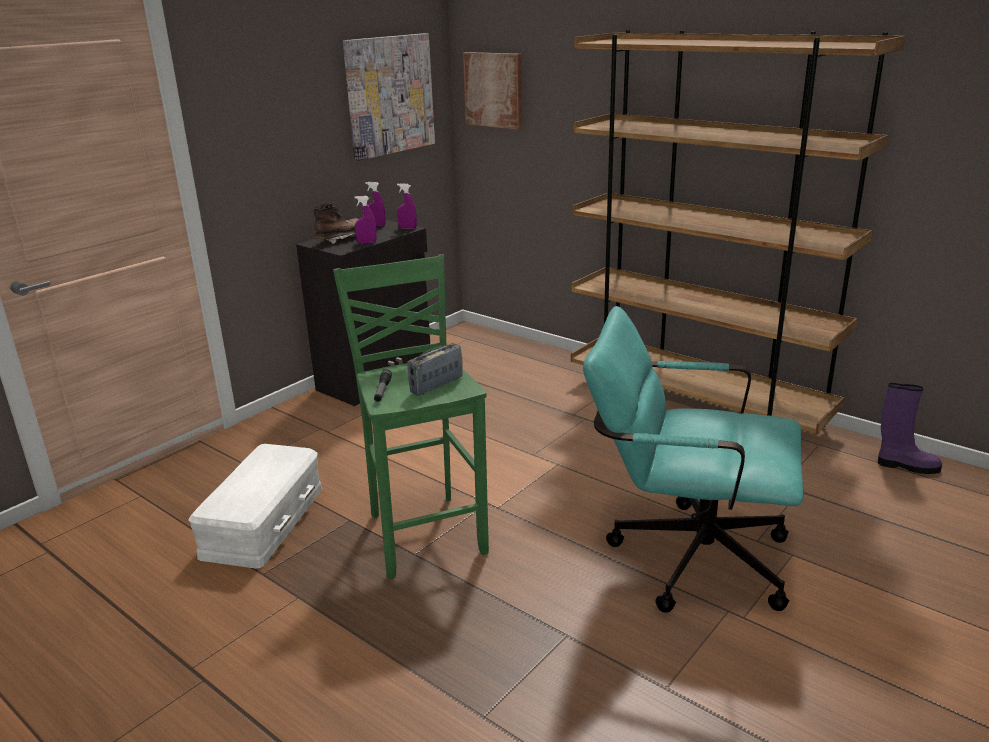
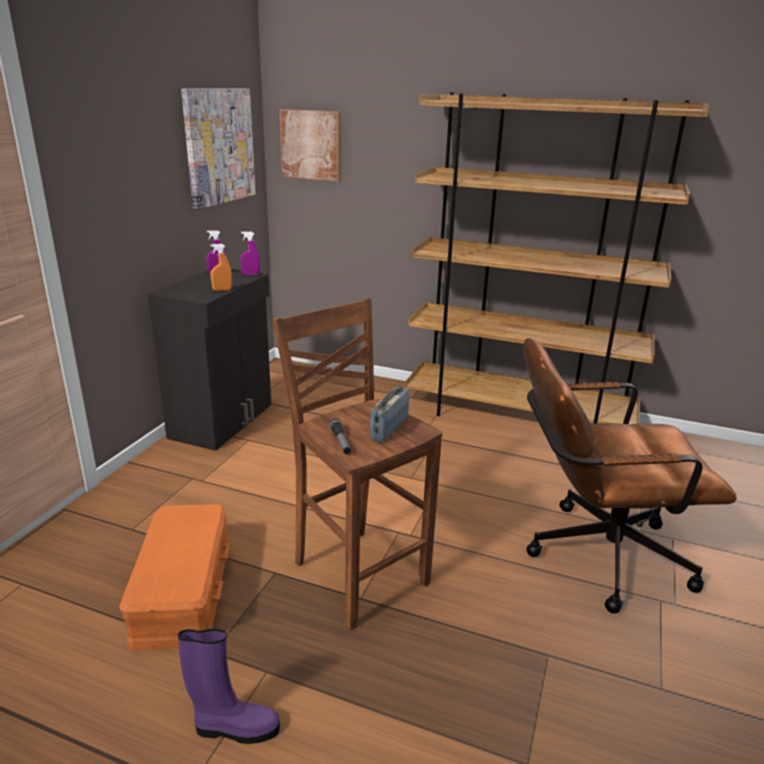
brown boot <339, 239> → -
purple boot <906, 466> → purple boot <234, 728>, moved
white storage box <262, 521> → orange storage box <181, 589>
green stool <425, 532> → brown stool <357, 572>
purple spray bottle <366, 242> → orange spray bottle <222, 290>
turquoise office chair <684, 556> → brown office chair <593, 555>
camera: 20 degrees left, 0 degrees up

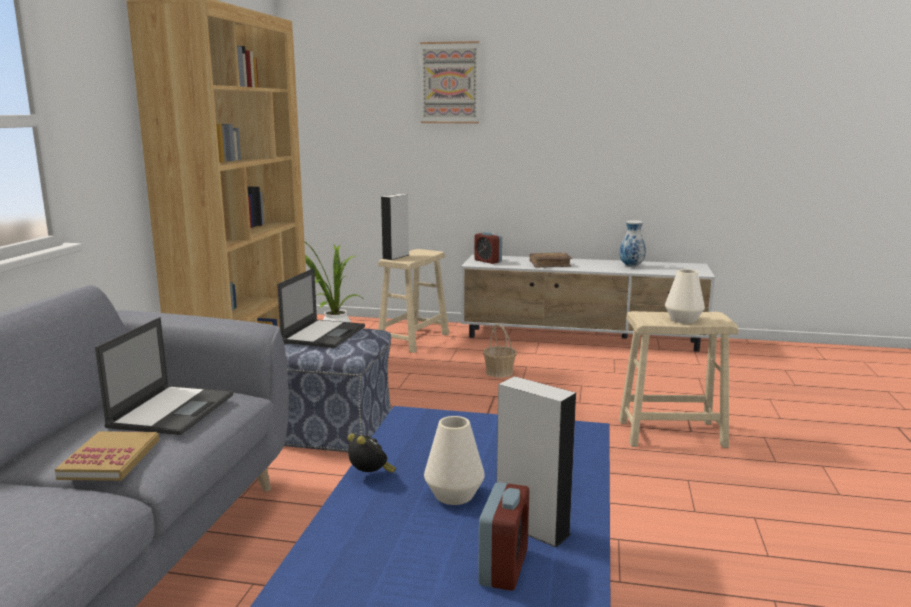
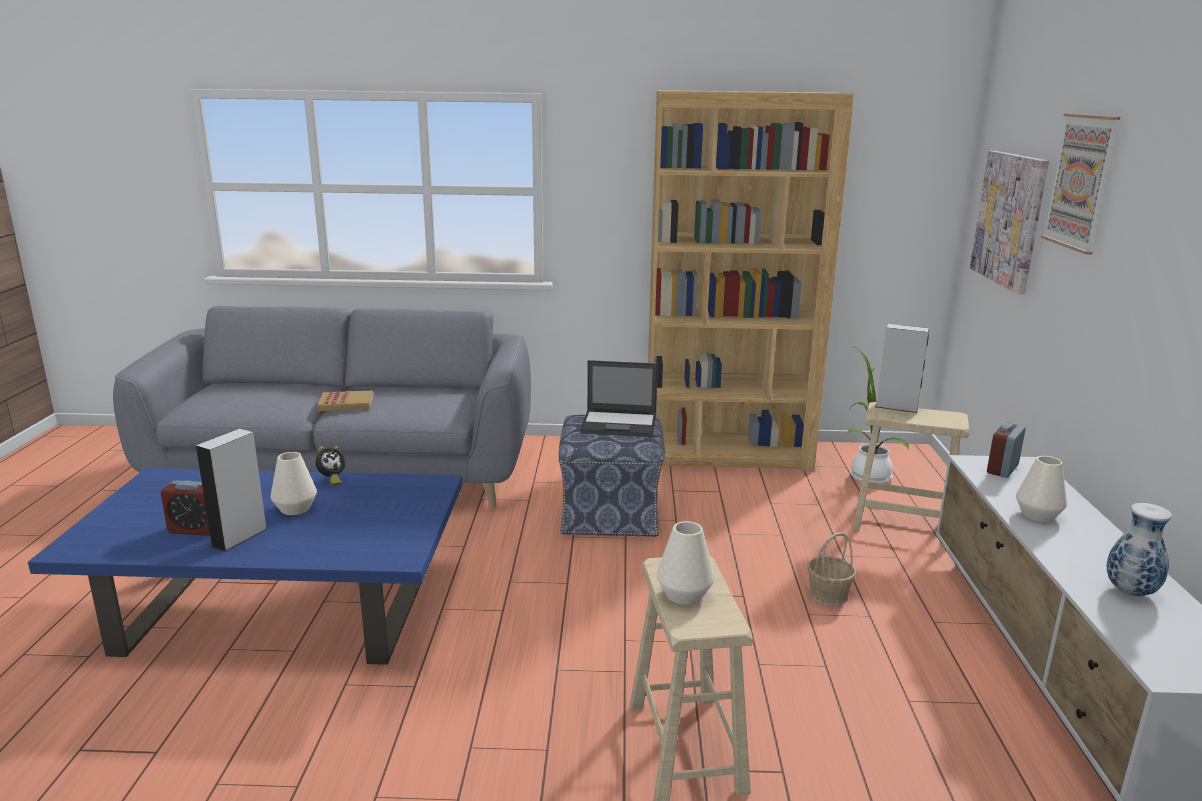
laptop <172, 410> → -
- → picture <1009, 219>
brown book <550, 265> → white vase <1037, 515>
camera: 80 degrees right, 5 degrees up

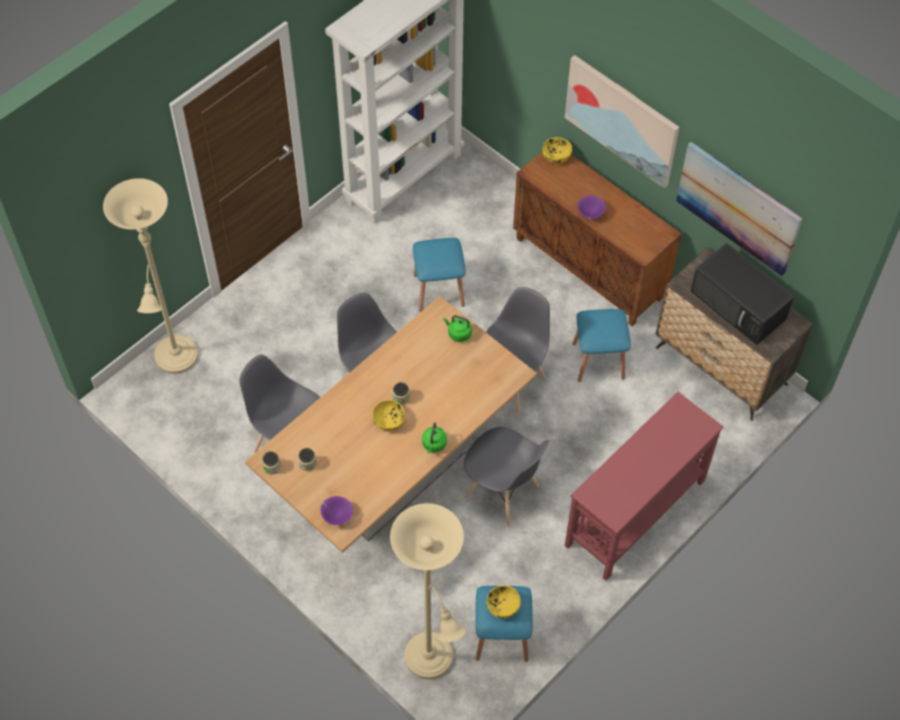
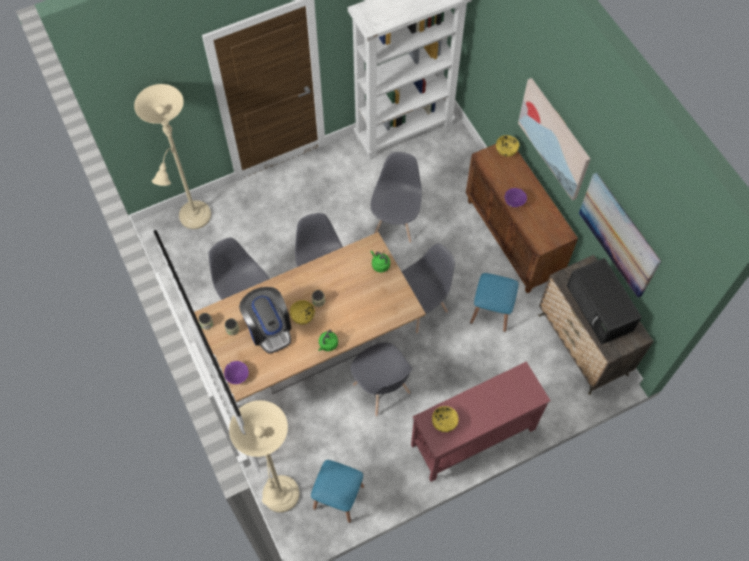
- → coffee machine <269, 328>
yellow bowl <503, 606> → yellow bowl <444, 422>, moved
blue stool <439, 290> → grey chair <396, 223>
camera: 20 degrees right, 5 degrees up

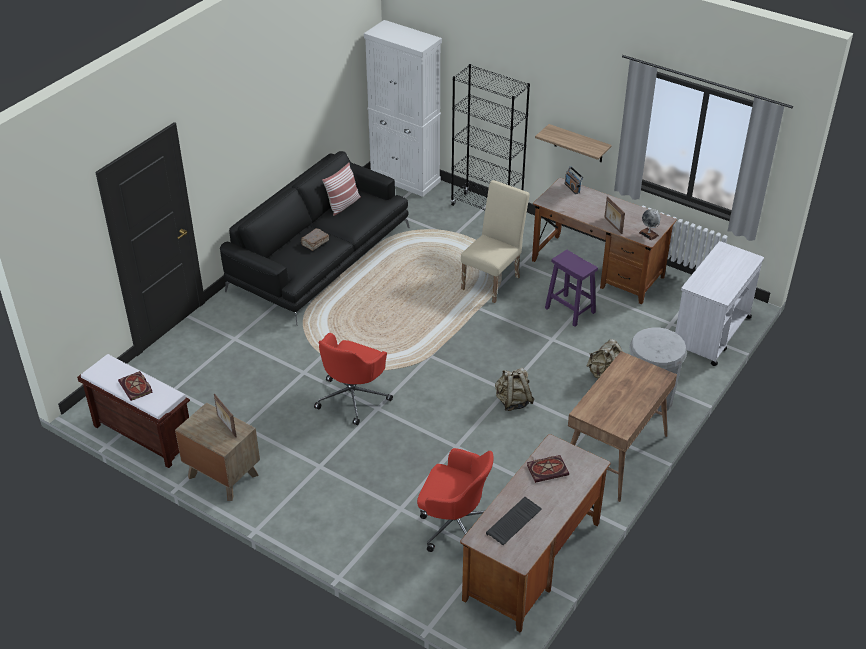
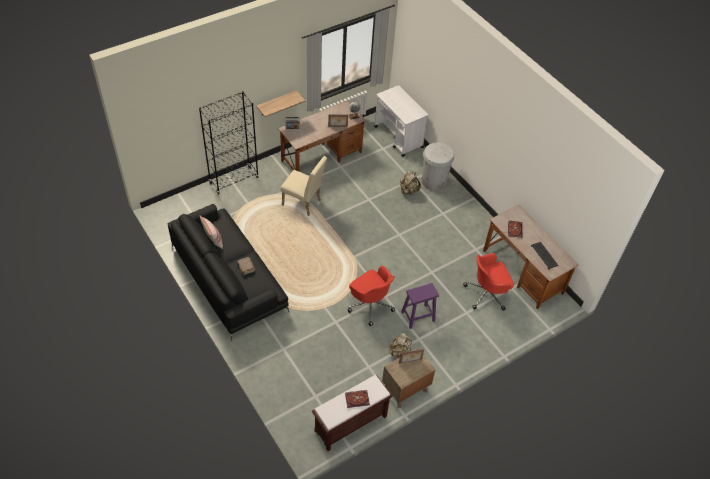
white cabinet <405, 179> → -
brown desk <614, 455> → -
beige backpack <513, 401> → beige backpack <400, 353>, moved
purple stool <569, 310> → purple stool <417, 316>, moved
red office chair <454, 525> → red office chair <487, 294>, 150 degrees counterclockwise
beige chair <493, 280> → beige chair <304, 204>, 150 degrees clockwise
camera: 70 degrees left, 10 degrees up

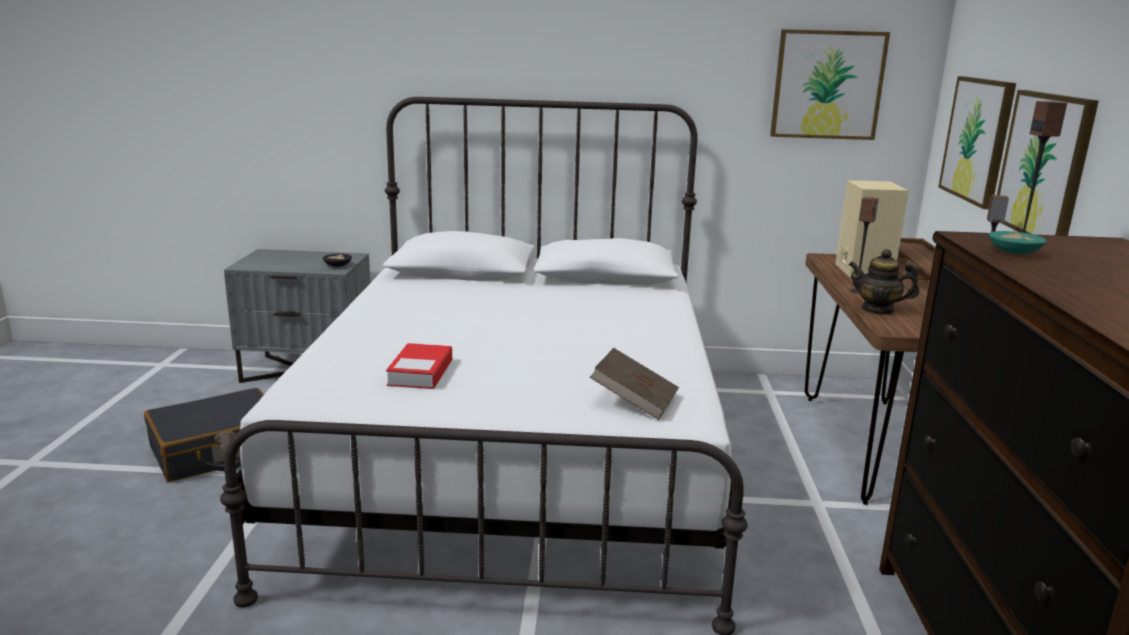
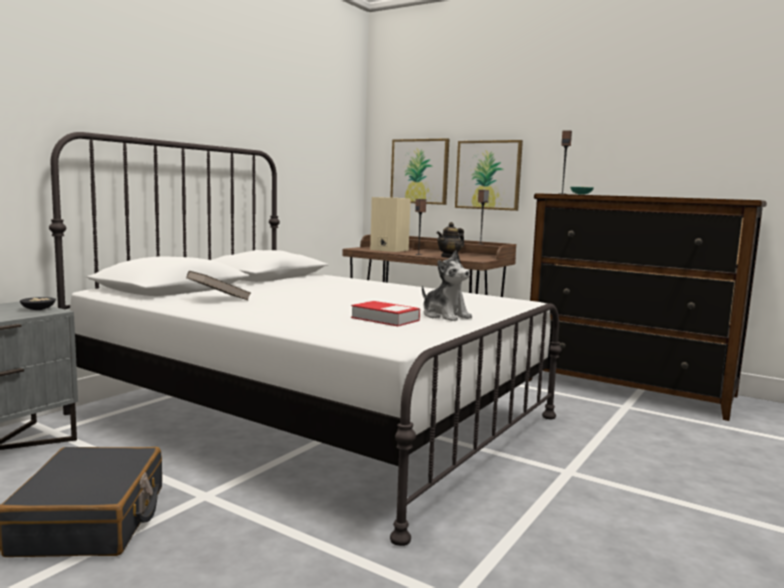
picture <827, 85> → -
- → plush toy <445, 316>
brown book <634, 402> → brown book <218, 299>, moved
camera: 60 degrees left, 10 degrees down

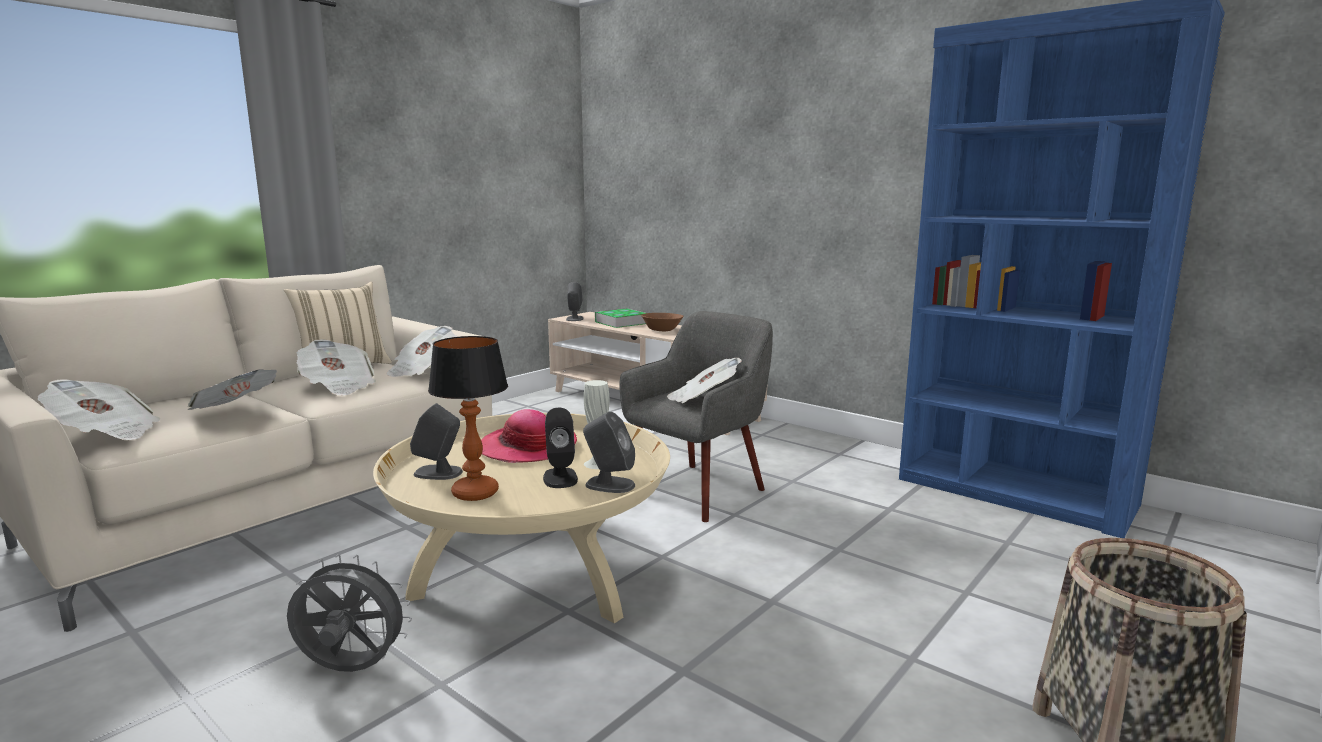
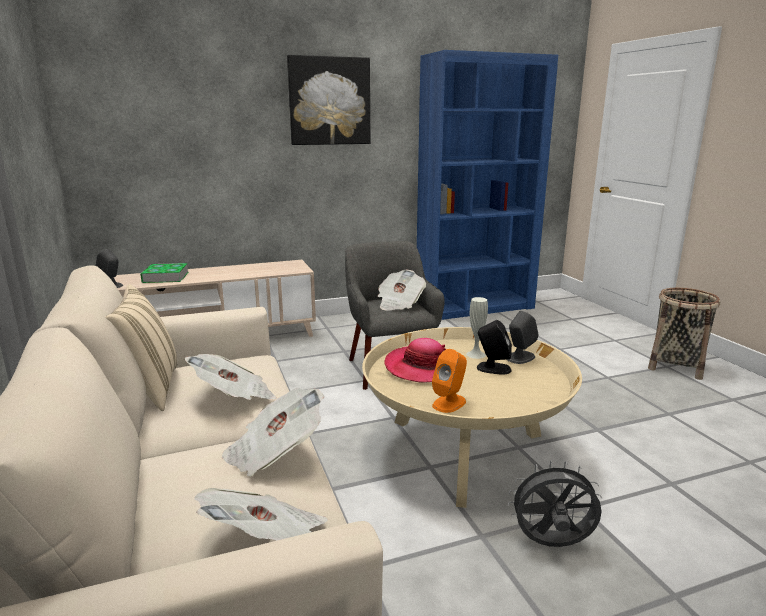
newspaper <423, 370> → -
table lamp <474, 493> → -
brown bowl <662, 330> → -
- → picture <329, 101>
grey speaker <439, 473> → orange speaker <449, 403>
grey fan <350, 670> → grey fan <551, 545>, 60 degrees clockwise
camera: 60 degrees left, 5 degrees up

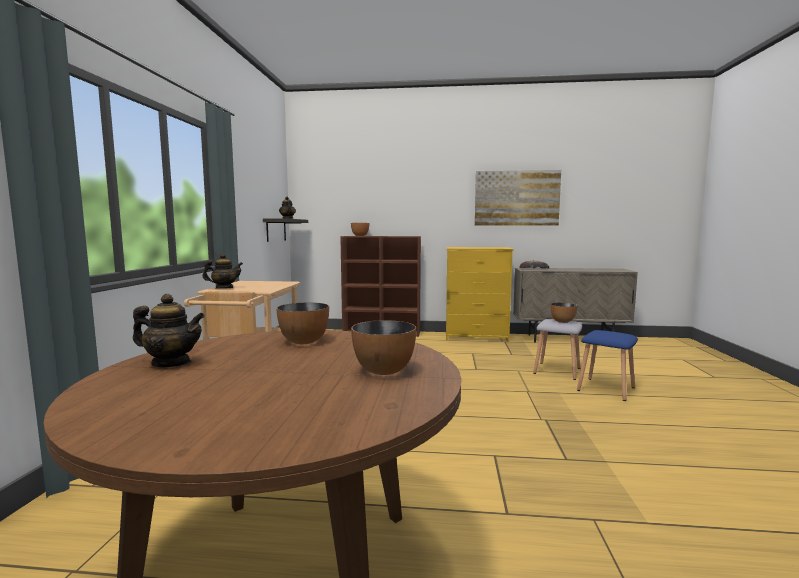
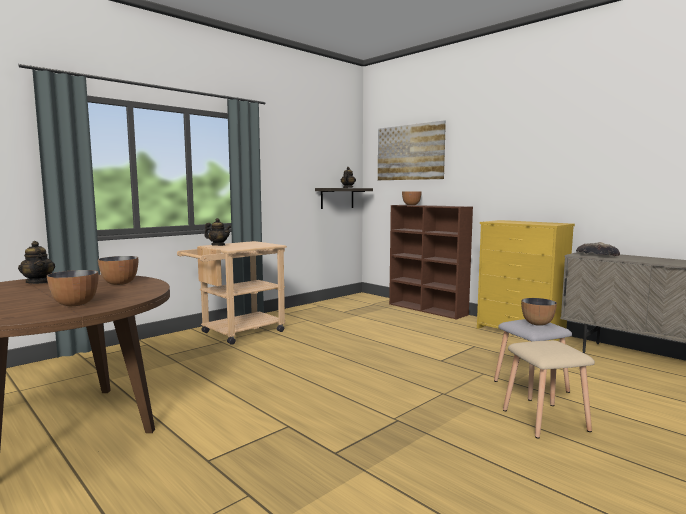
picture <516, 198> → picture <410, 152>, moved
blue stool <607, 389> → beige stool <546, 420>
camera: 40 degrees right, 0 degrees up

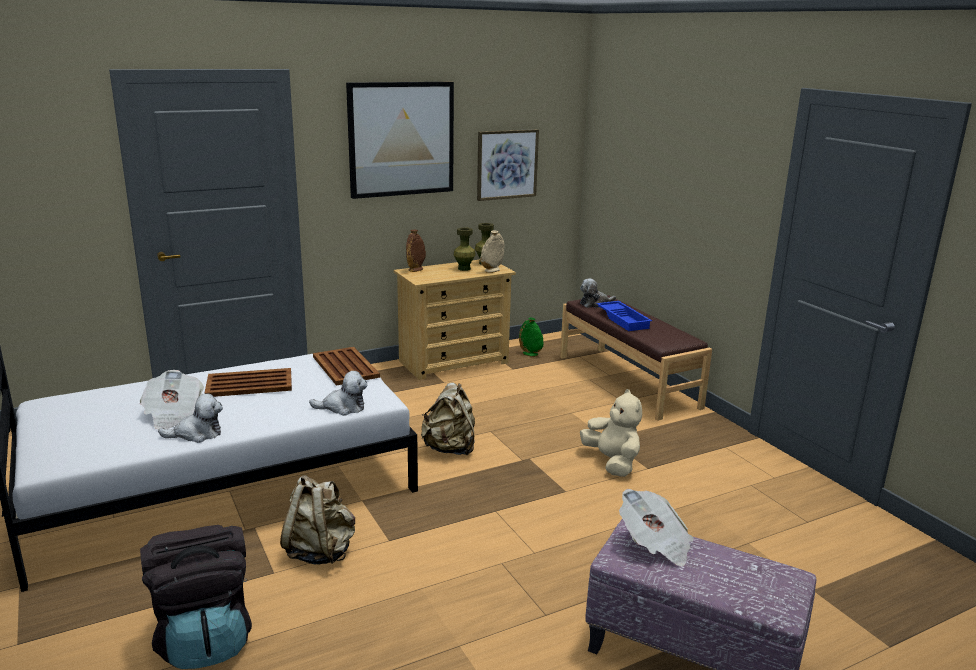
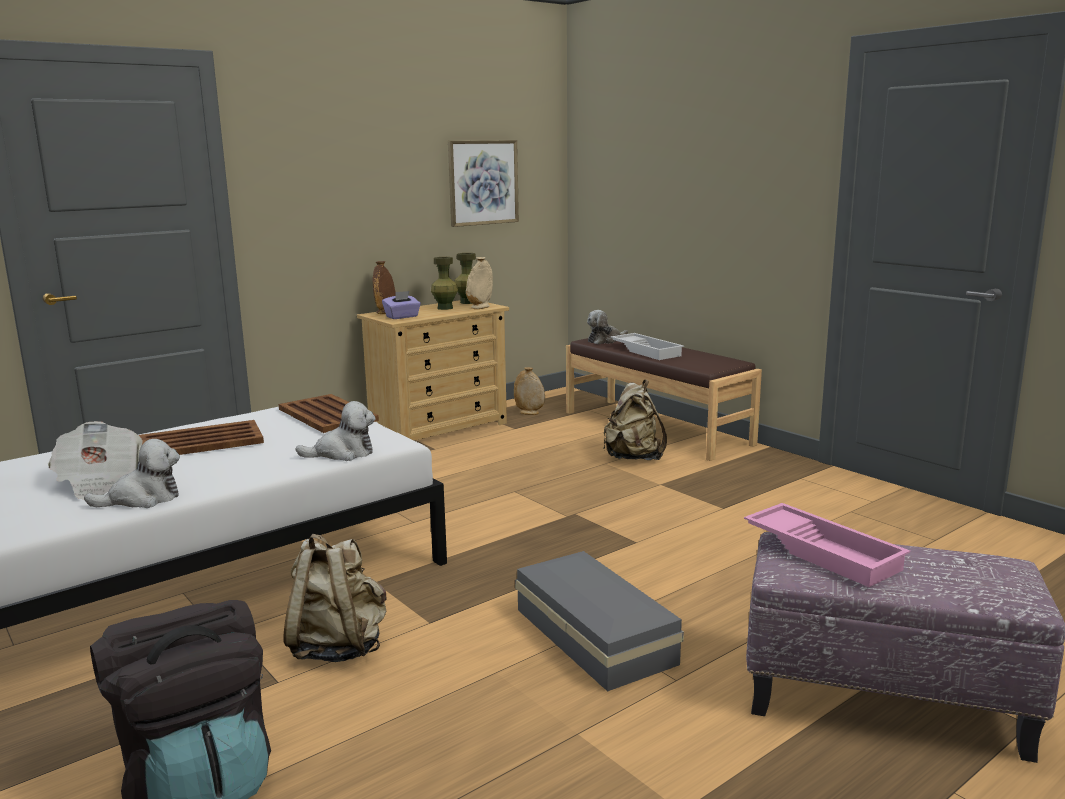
picture <401, 139> → -
beige plush toy <612, 462> → -
- → purple tissue box <402, 317>
- → grey storage box <594, 634>
beige backpack <450, 449> → beige backpack <633, 458>, moved
newspaper <655, 544> → pink tray <824, 552>
green vase <530, 354> → beige vase <529, 413>
blue tray <624, 319> → white tray <647, 351>
camera: 10 degrees left, 5 degrees down

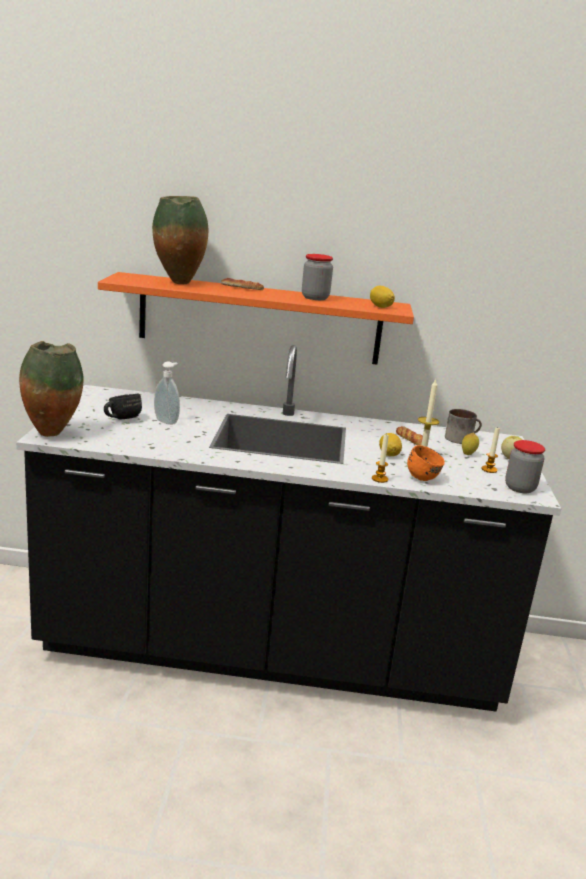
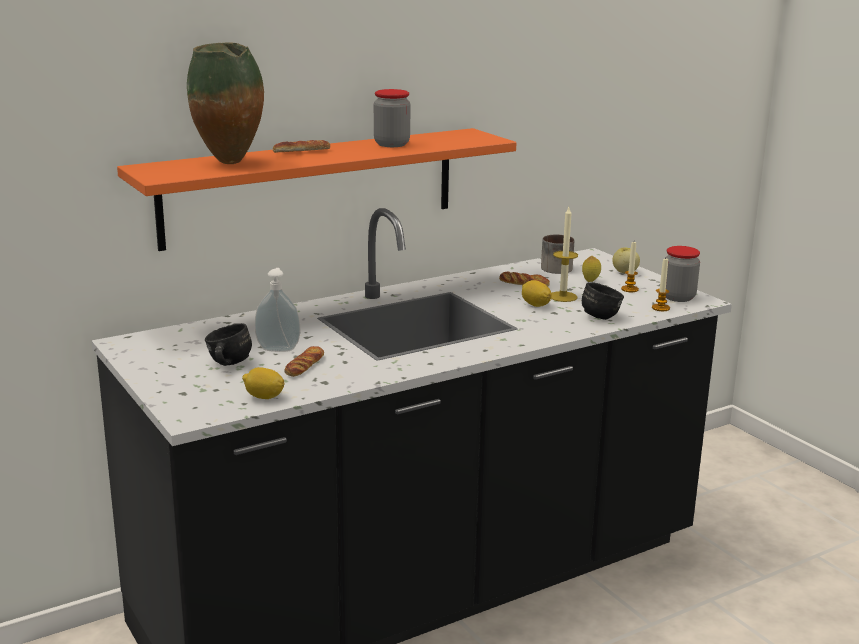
vase <52, 434> → -
- → bread <304, 366>
lemon <380, 307> → lemon <264, 397>, moved
candle <379, 479> → candle <660, 308>, moved
orange mug <425, 477> → black mug <600, 315>
camera: 35 degrees left, 0 degrees up

